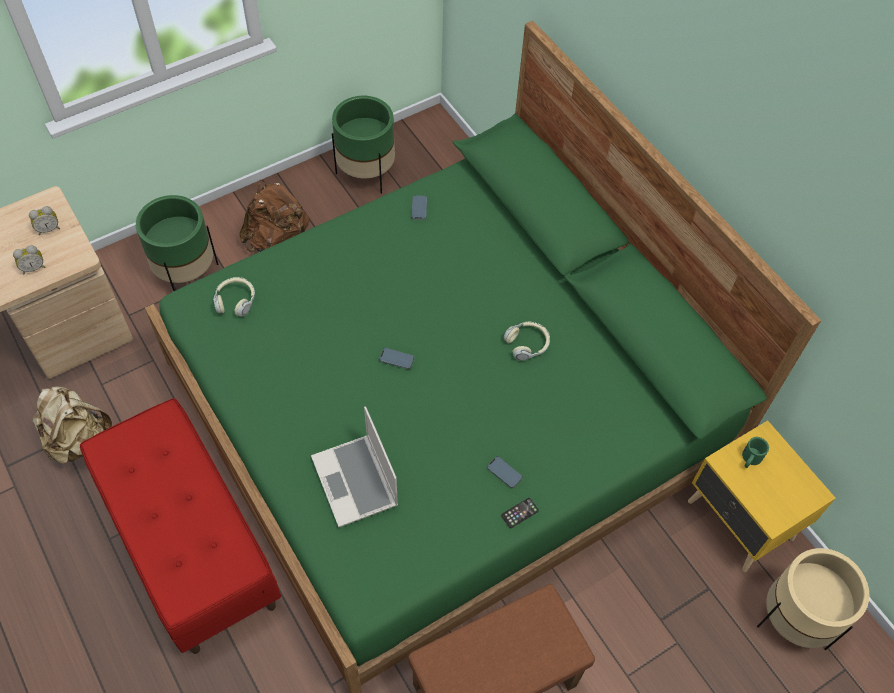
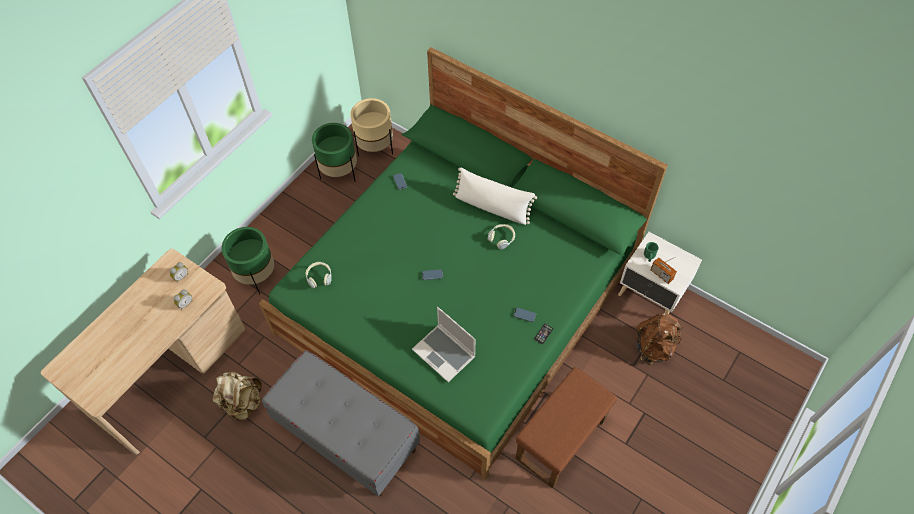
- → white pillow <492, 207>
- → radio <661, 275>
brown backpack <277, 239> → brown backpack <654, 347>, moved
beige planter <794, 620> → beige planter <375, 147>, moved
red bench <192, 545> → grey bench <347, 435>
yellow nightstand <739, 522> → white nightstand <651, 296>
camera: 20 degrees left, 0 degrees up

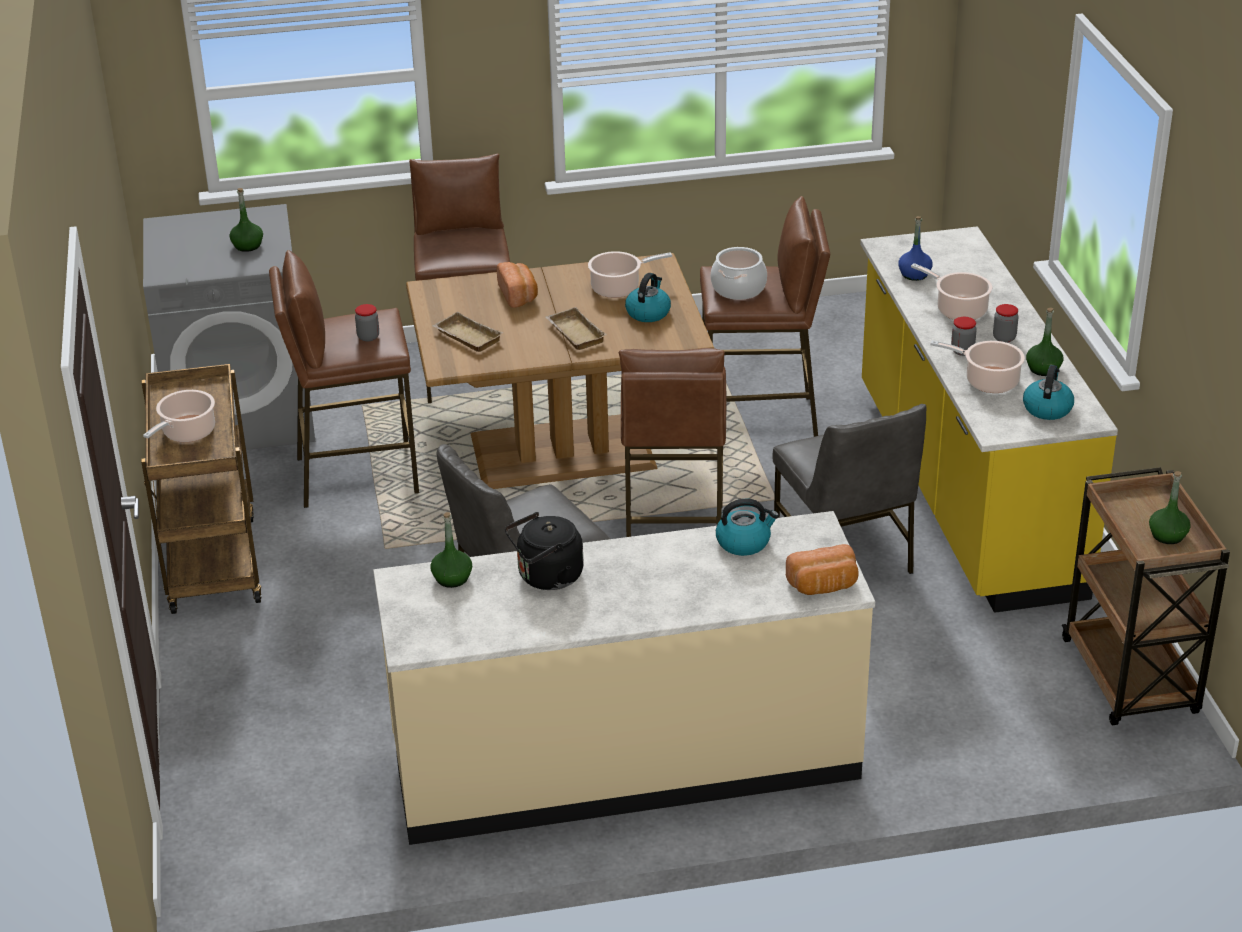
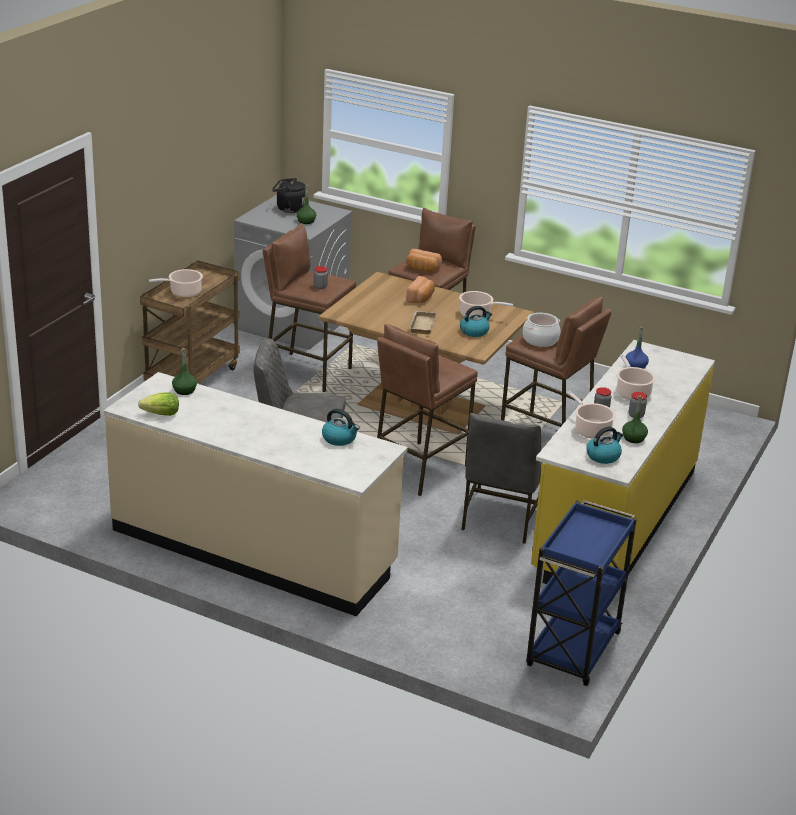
beige tray <466, 337> → -
green bottle <1167, 536> → -
- → lettuce <161, 414>
black kettle <546, 577> → black kettle <289, 209>, moved
bread <823, 586> → bread <422, 269>, moved
brown cart <1131, 679> → blue cart <573, 651>
camera: 35 degrees right, 5 degrees down

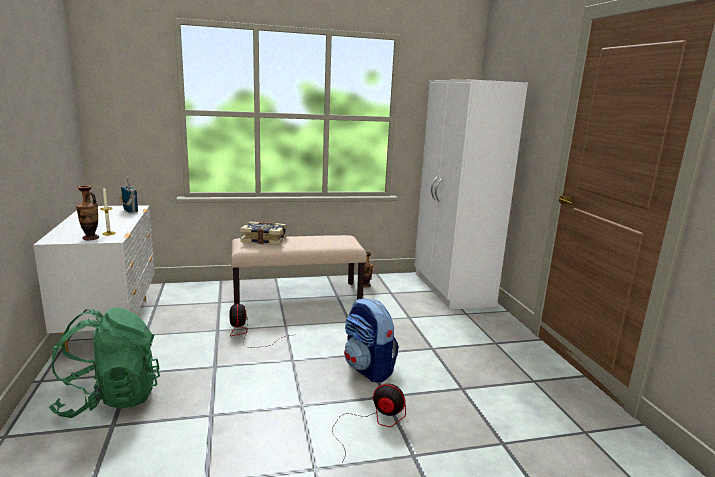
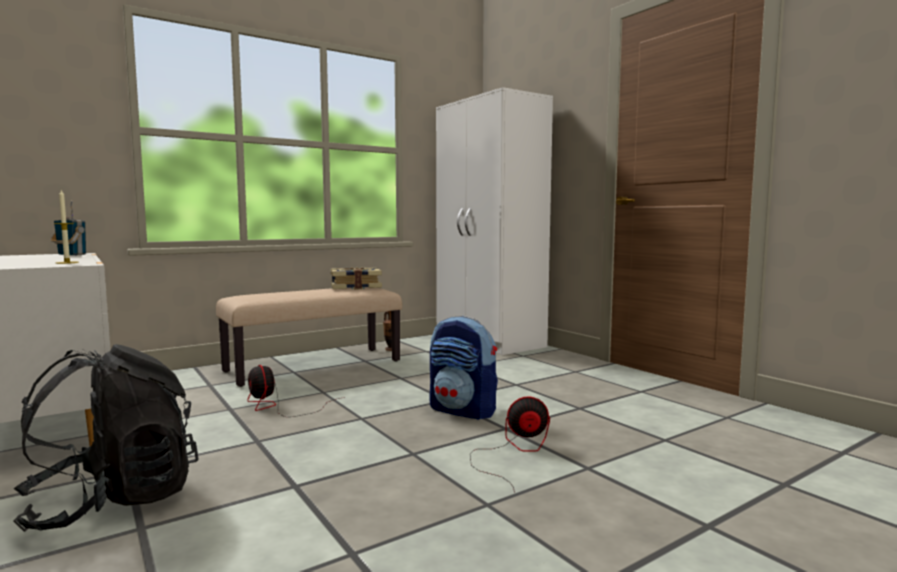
vase <90, 238> → -
book <264, 240> → book <355, 287>, moved
green backpack <110, 399> → black backpack <112, 501>
camera: 20 degrees left, 10 degrees down

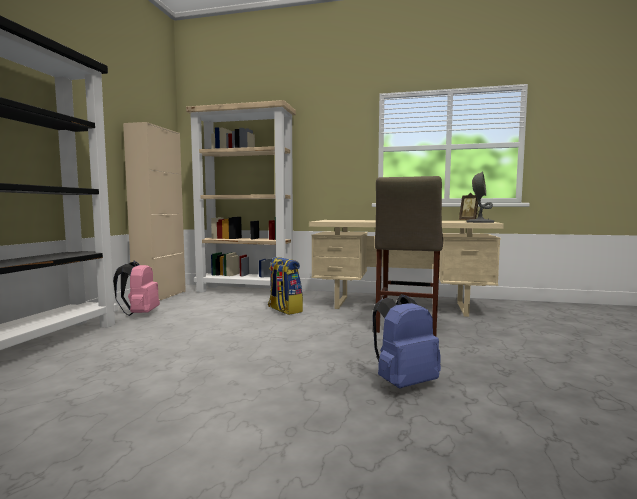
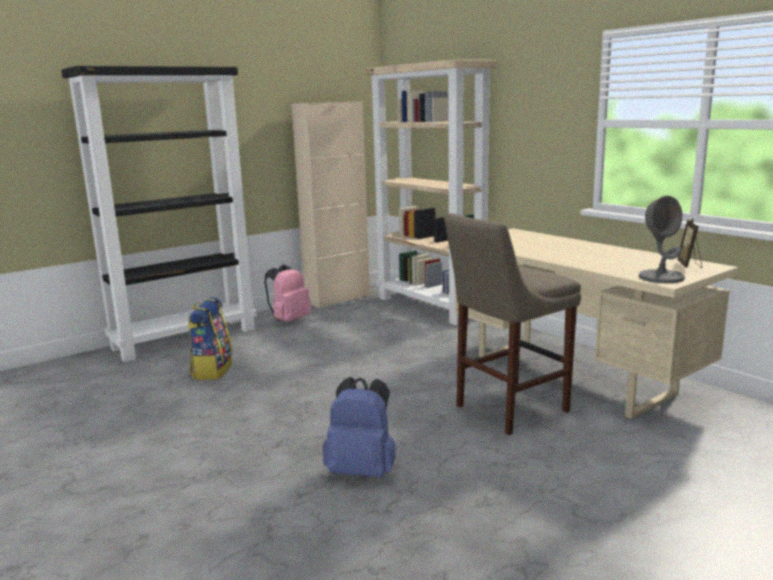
backpack <284, 310> → backpack <212, 370>, moved
camera: 40 degrees right, 10 degrees up

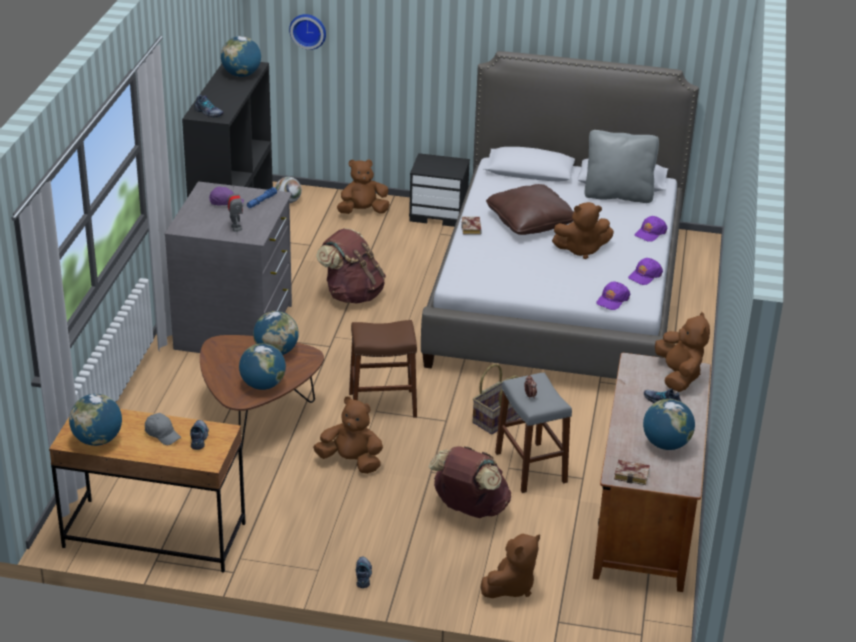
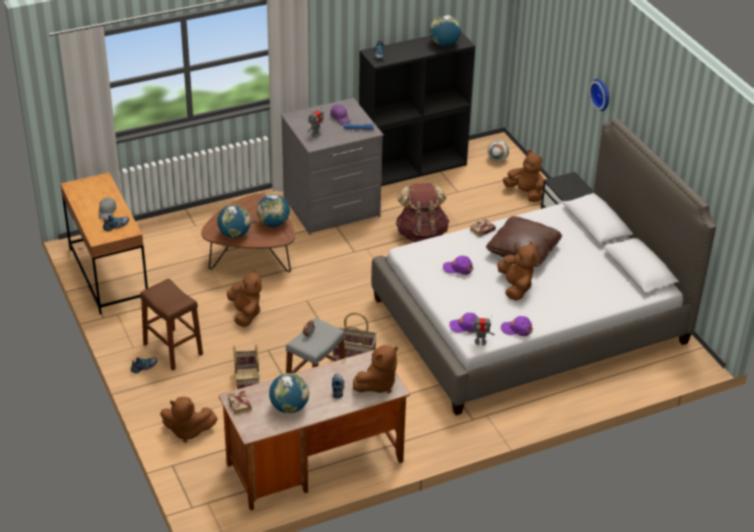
globe <97, 440> → -
grey pillow <618, 195> → -
- → toy robot <480, 342>
wall clock <308, 30> → wall clock <602, 94>, moved
brown stool <382, 405> → brown stool <173, 349>, moved
purple cap <650, 233> → purple cap <458, 268>, moved
brown backpack <469, 509> → basket <246, 382>
brown plush toy <581, 250> → brown plush toy <515, 287>, 150 degrees counterclockwise
camera: 55 degrees right, 5 degrees up

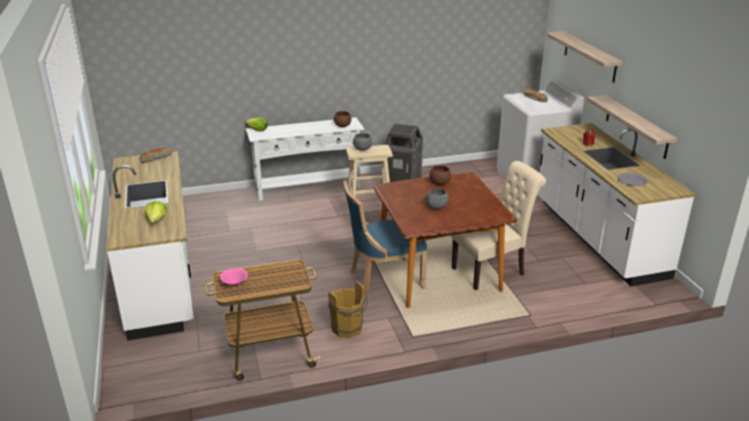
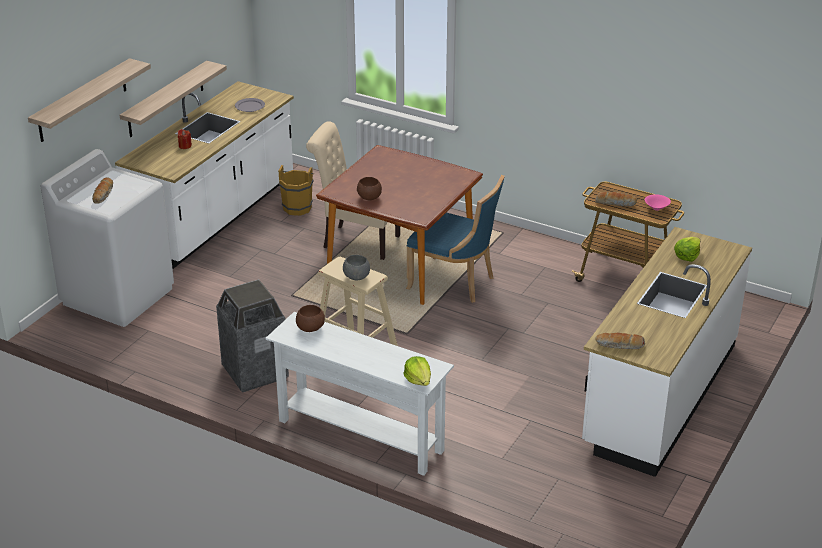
grey bowl <437, 207> → -
- → bread <616, 203>
brown bucket <348, 330> → brown bucket <298, 207>, moved
camera: 135 degrees left, 5 degrees up

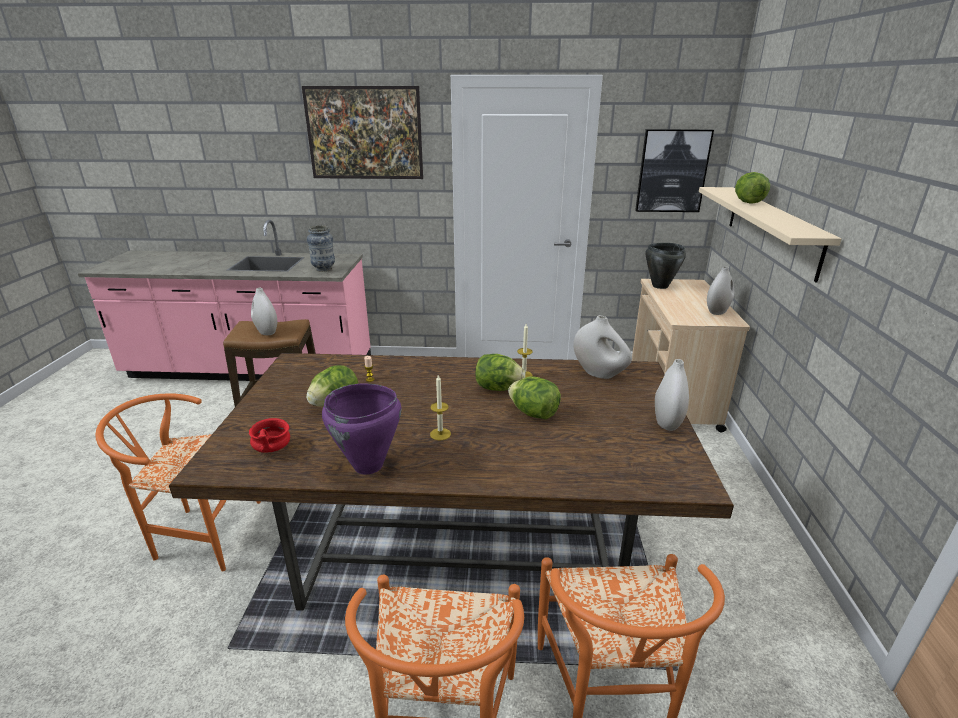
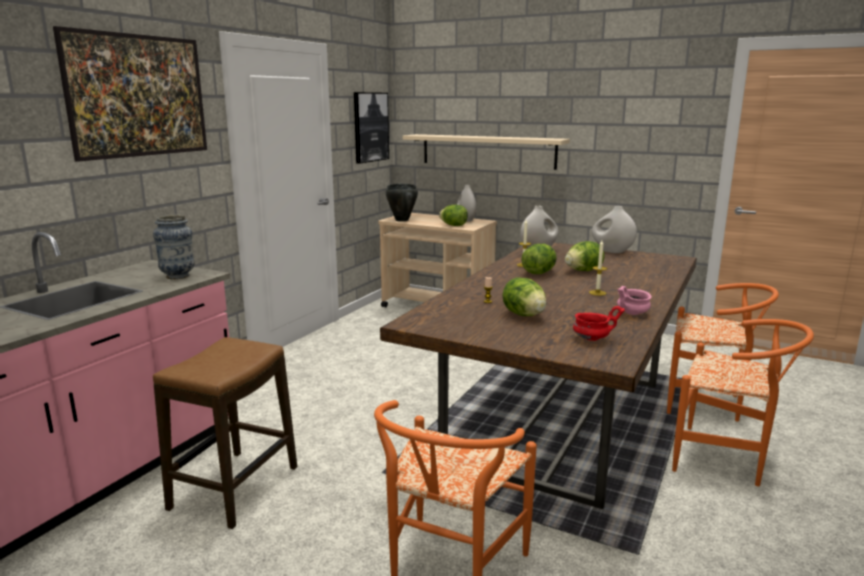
white vase <266, 332> → -
lettuce <748, 202> → lettuce <453, 225>, moved
purple cooking pot <368, 466> → pink bowl <632, 313>
camera: 65 degrees left, 10 degrees down

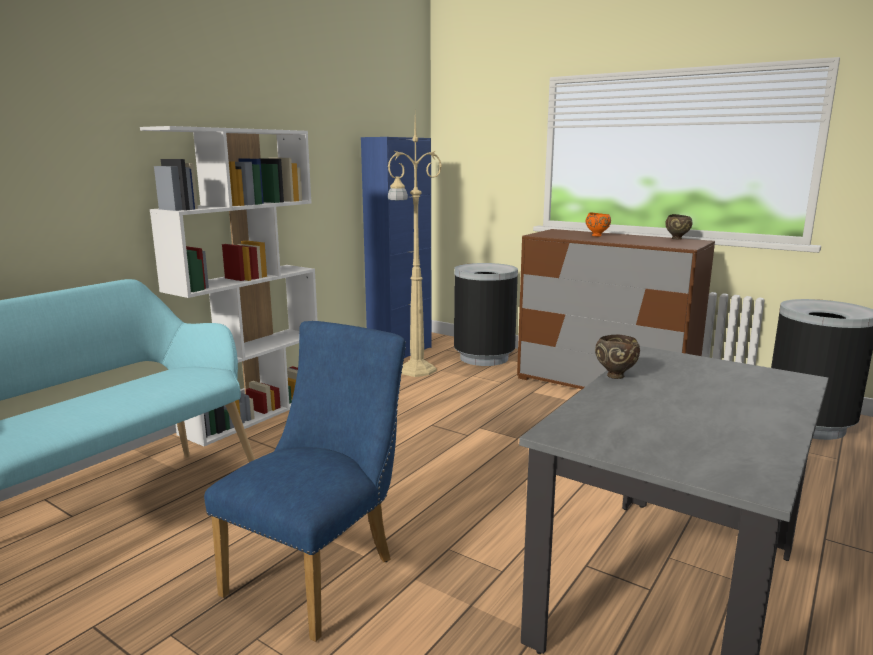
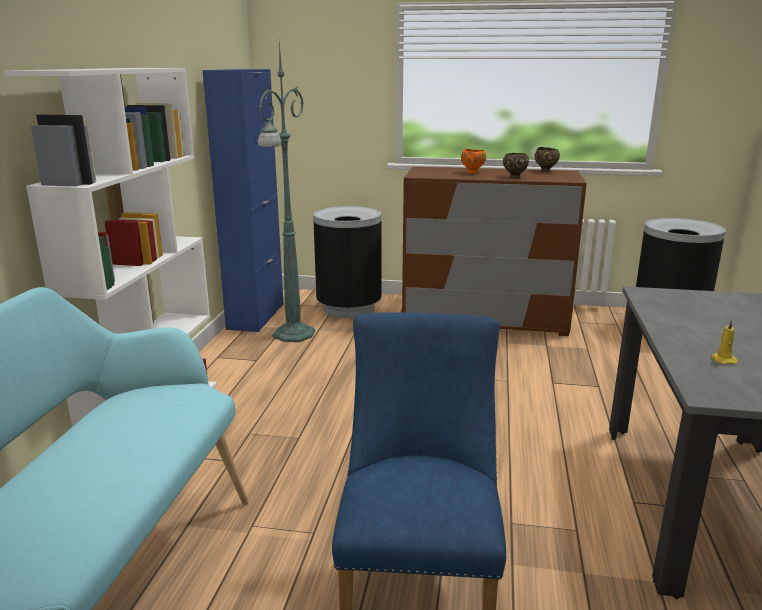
- → yellow candle <722, 360>
brown bowl <615, 375> → brown bowl <514, 177>, moved
beige floor lamp <415, 370> → green floor lamp <292, 335>
camera: 25 degrees left, 5 degrees up

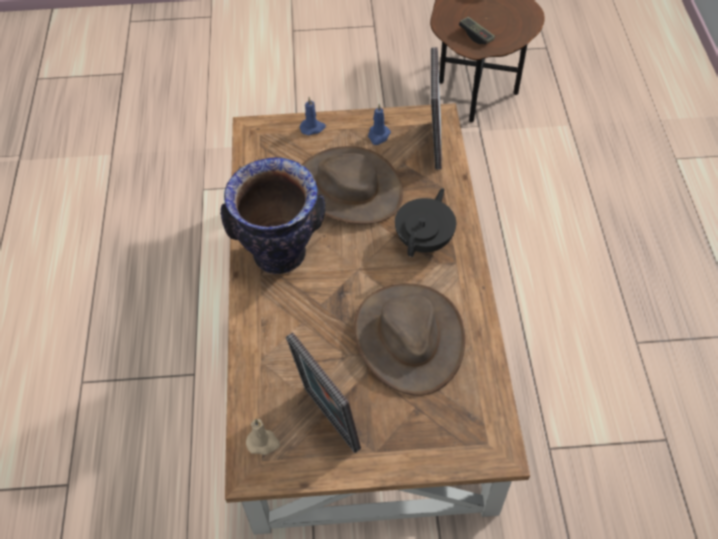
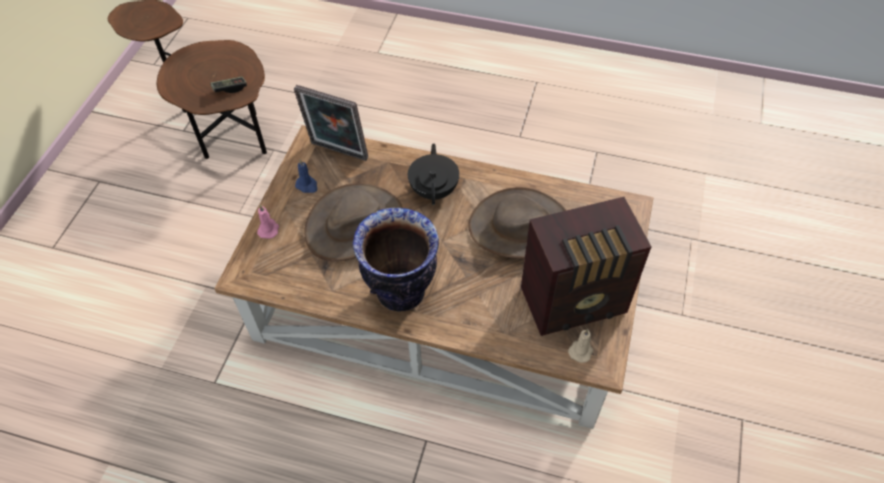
picture frame <327, 421> → radio <576, 302>
blue candle <312, 128> → pink candle <269, 229>
black teapot <425, 240> → black teapot <434, 190>, 45 degrees clockwise
camera: 70 degrees left, 0 degrees up

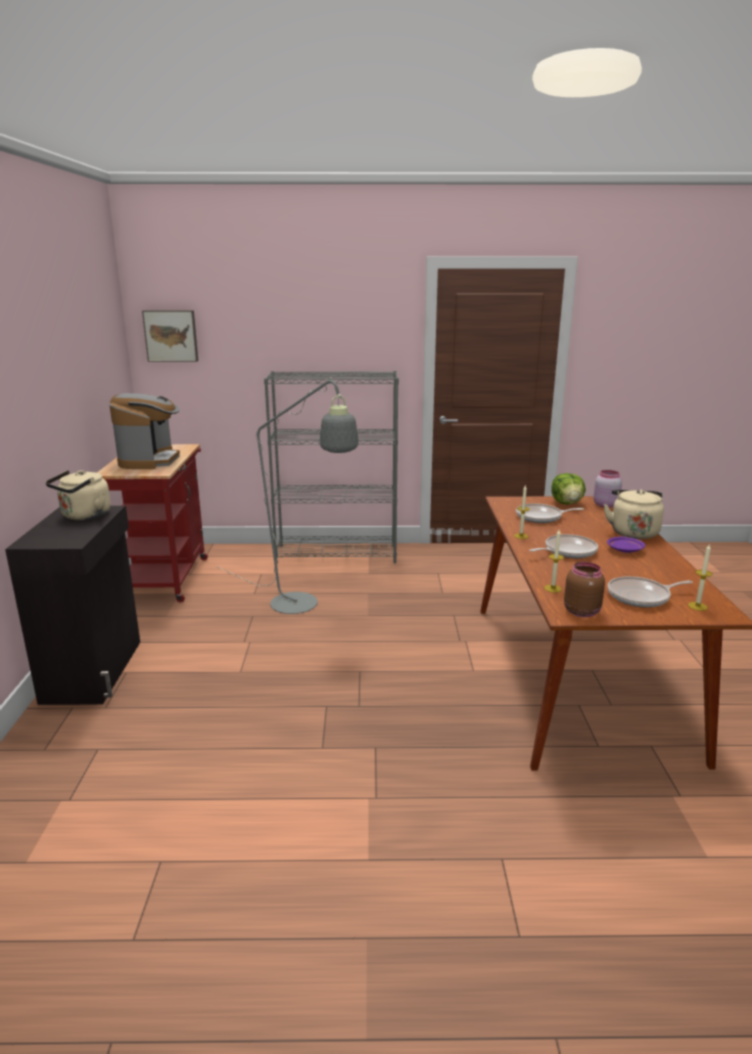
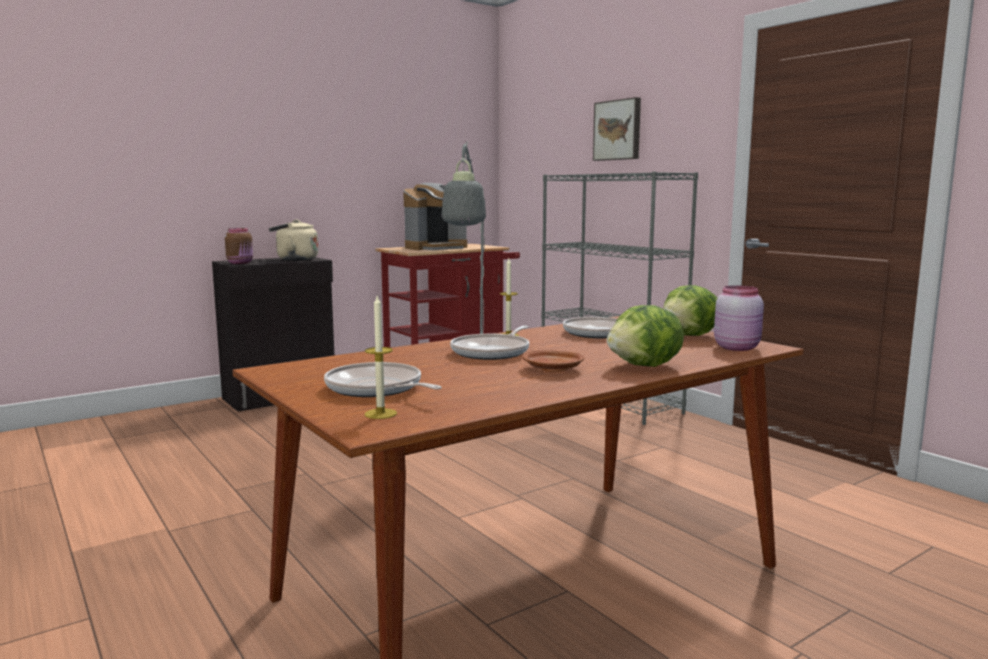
candle <552, 588> → -
picture <171, 336> → picture <618, 130>, moved
brown jar <581, 611> → brown jar <241, 263>, moved
beige kettle <633, 532> → lettuce <645, 366>
purple plate <625, 550> → brown plate <554, 369>
frying pan <567, 551> → frying pan <493, 352>, 90 degrees clockwise
camera: 55 degrees right, 10 degrees down

